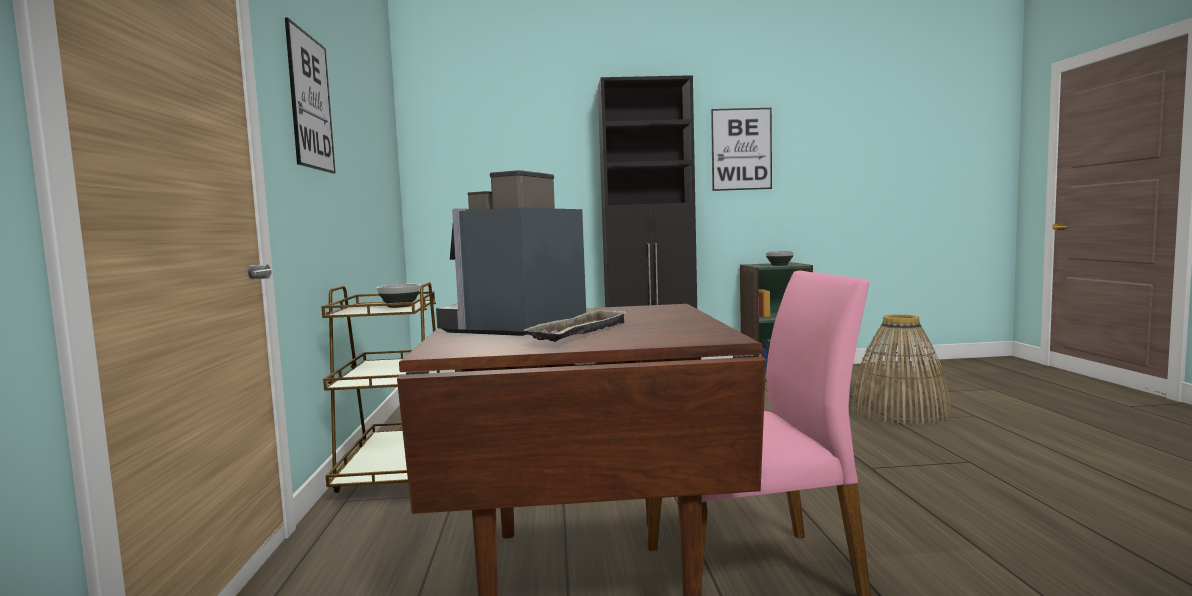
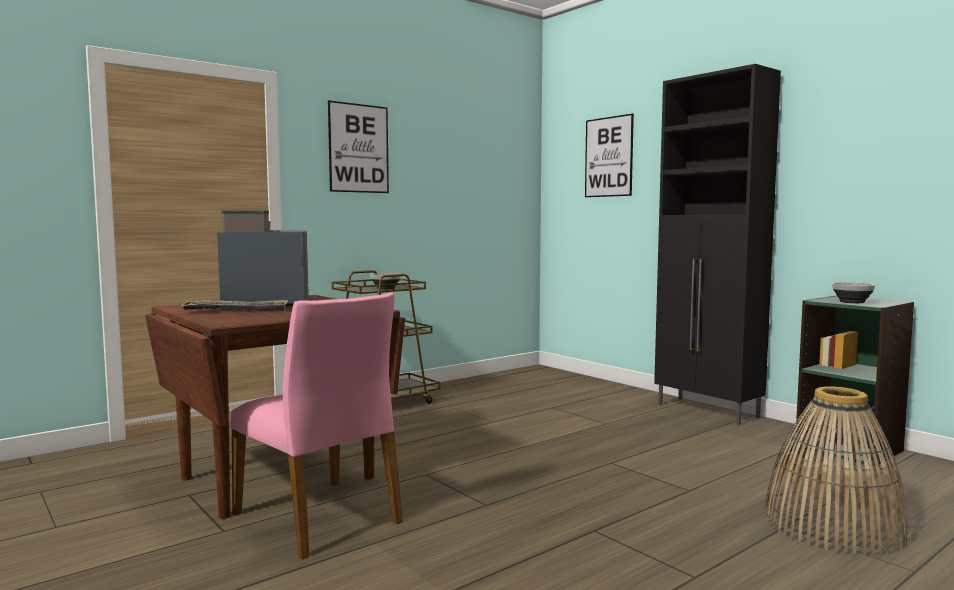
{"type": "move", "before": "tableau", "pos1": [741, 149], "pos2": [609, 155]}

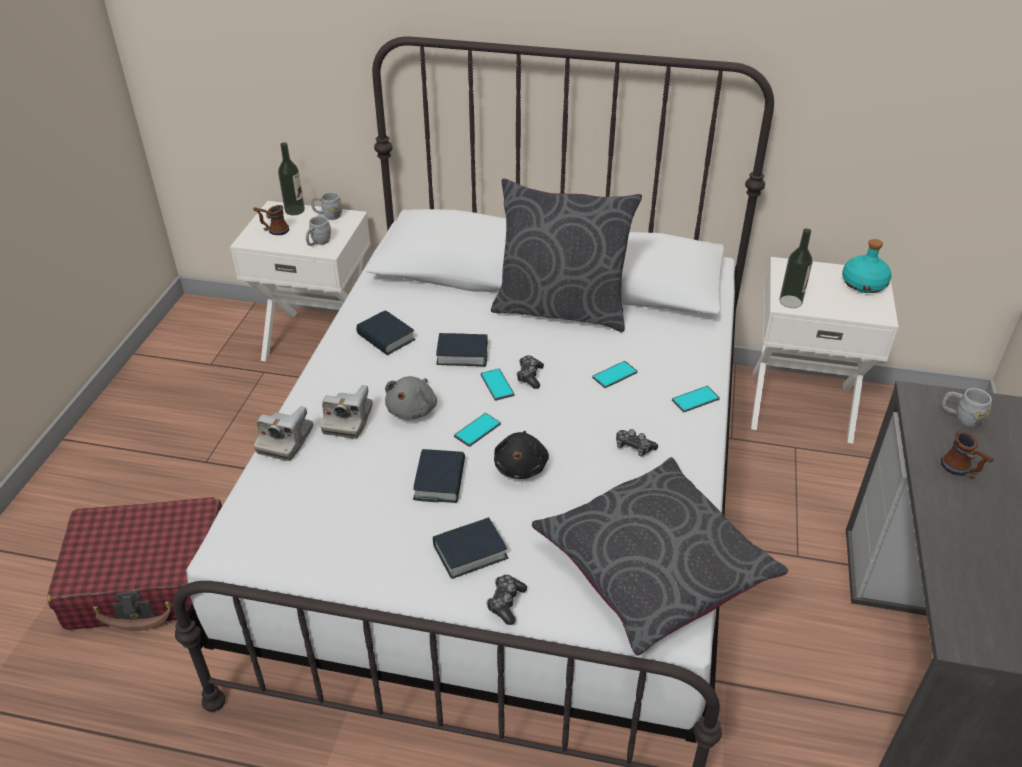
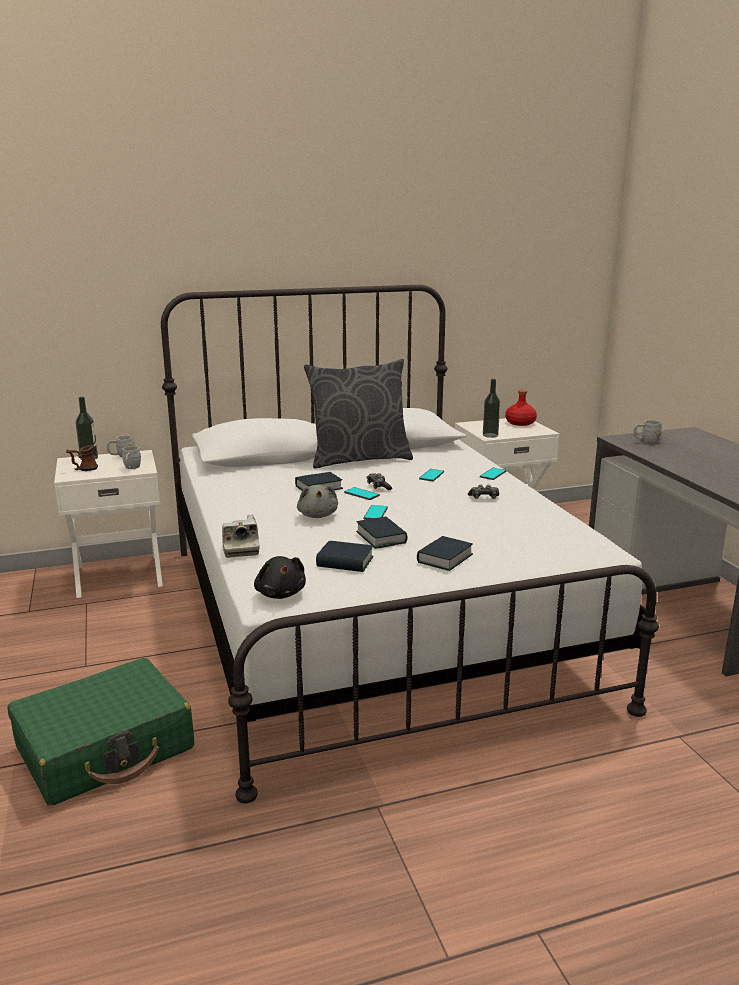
{"type": "recolor", "before": "valise/rouge", "after": "valise/vert", "pos1": [134, 564], "pos2": [100, 732]}
{"type": "delete", "before": "appareil photo", "pos1": [347, 412]}
{"type": "move", "before": "livre", "pos1": [385, 332], "pos2": [345, 556]}
{"type": "delete", "before": "manette", "pos1": [507, 600]}
{"type": "move", "before": "peluche/noir", "pos1": [521, 455], "pos2": [280, 577]}
{"type": "delete", "before": "coussin/gris", "pos1": [660, 556]}
{"type": "recolor", "before": "bouteille/turquoise", "after": "bouteille/rouge", "pos1": [866, 266], "pos2": [521, 408]}
{"type": "delete", "before": "mug", "pos1": [967, 455]}

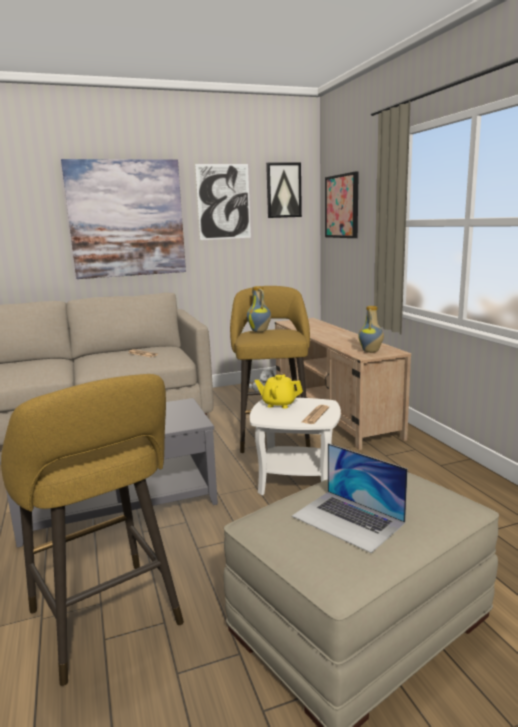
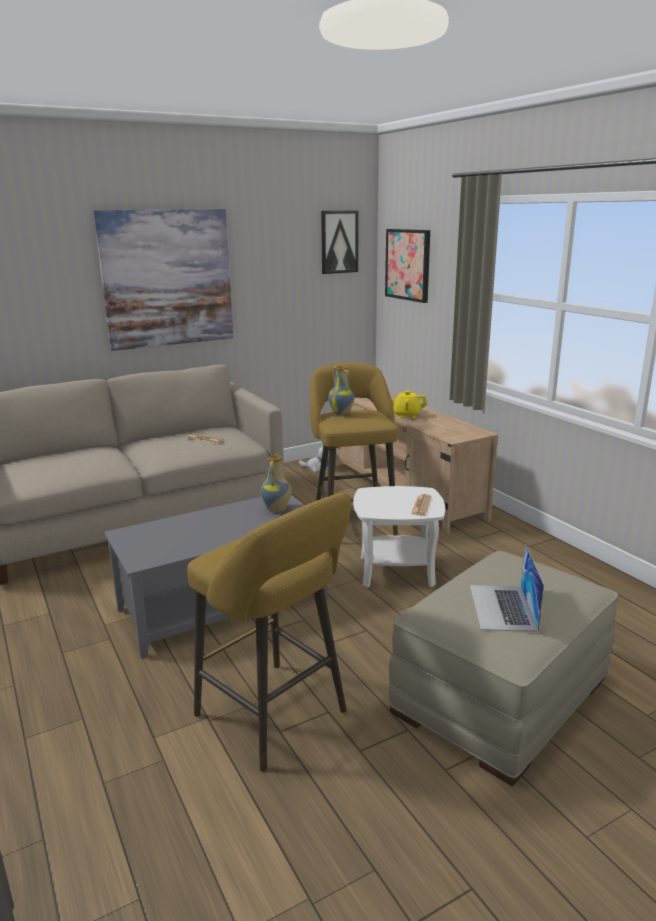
{"type": "delete", "before": "tableau", "pos1": [223, 202]}
{"type": "move", "before": "théière/jaune", "pos1": [279, 391], "pos2": [409, 405]}
{"type": "rotate", "before": "ordinateur portable", "pos1": [350, 498], "pos2": [507, 588], "turn": 60}
{"type": "move", "before": "vase", "pos1": [371, 329], "pos2": [276, 483]}

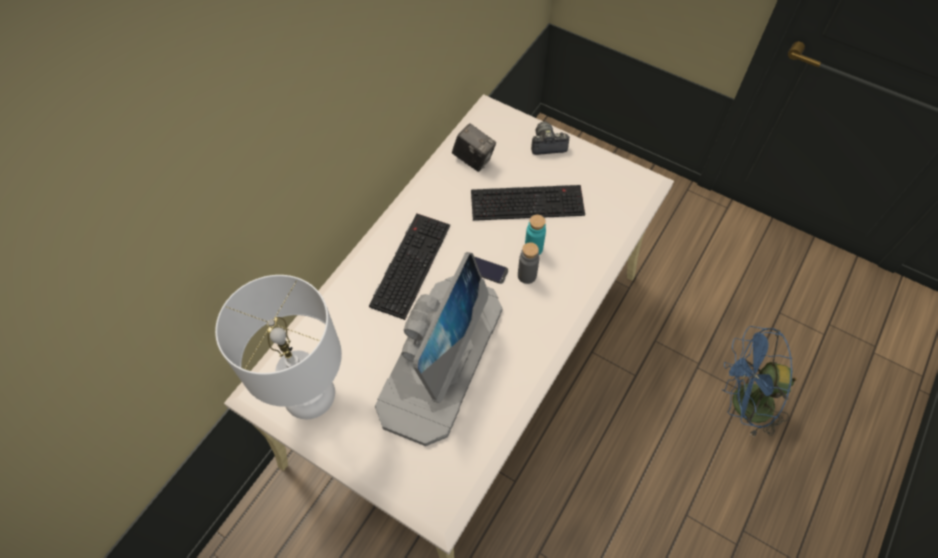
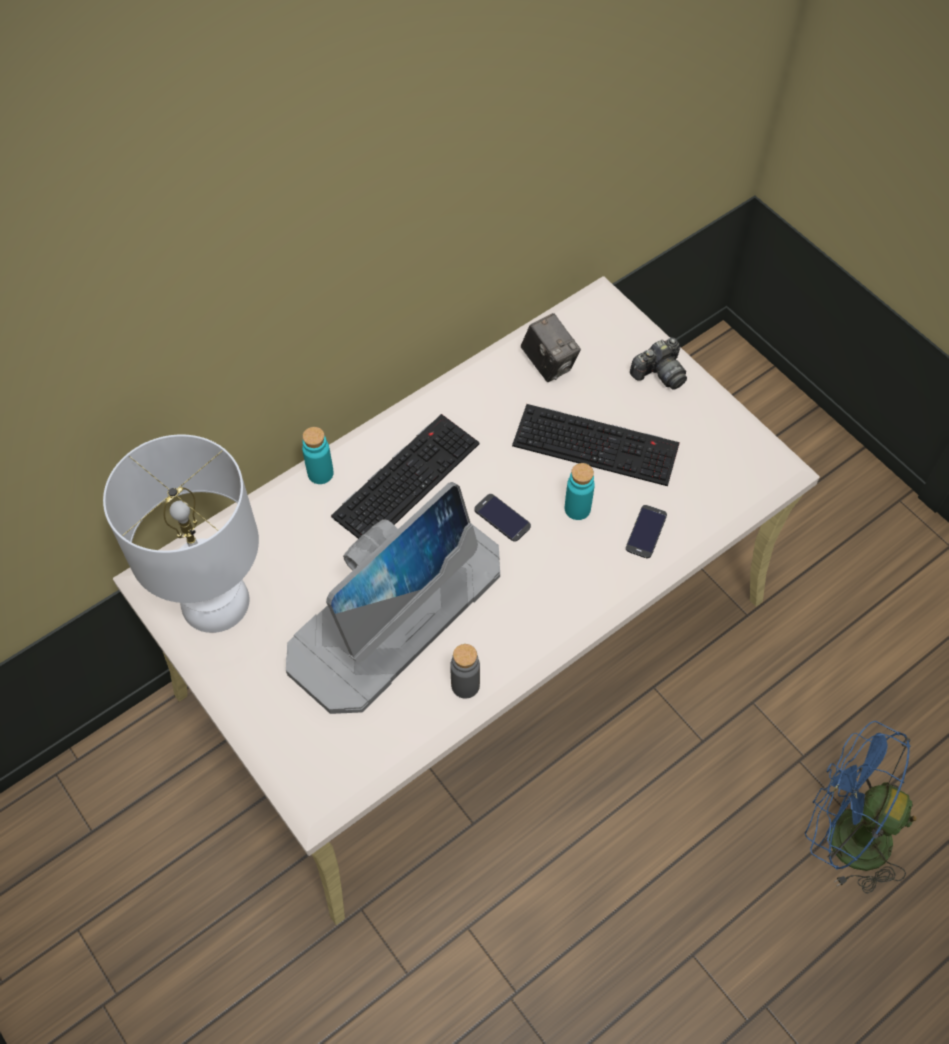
{"type": "move", "before": "bouteille/gris", "pos1": [528, 263], "pos2": [465, 671]}
{"type": "rotate", "before": "appareil photo", "pos1": [550, 138], "pos2": [658, 364], "turn": 135}
{"type": "insert", "after": "bouteille/turquoise", "pos2": [318, 455]}
{"type": "insert", "after": "téléphone", "pos2": [646, 531]}

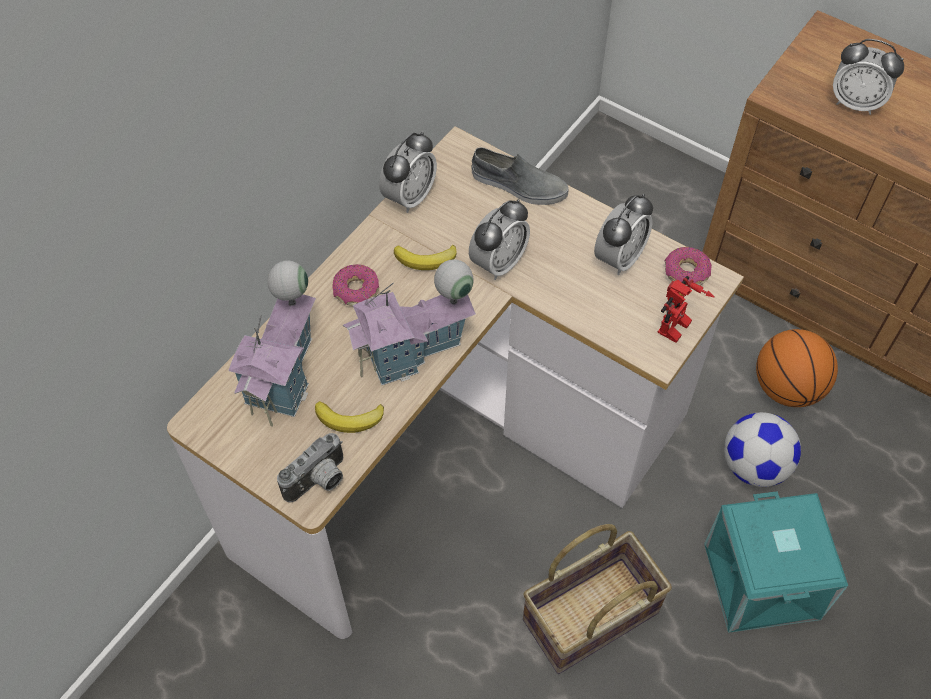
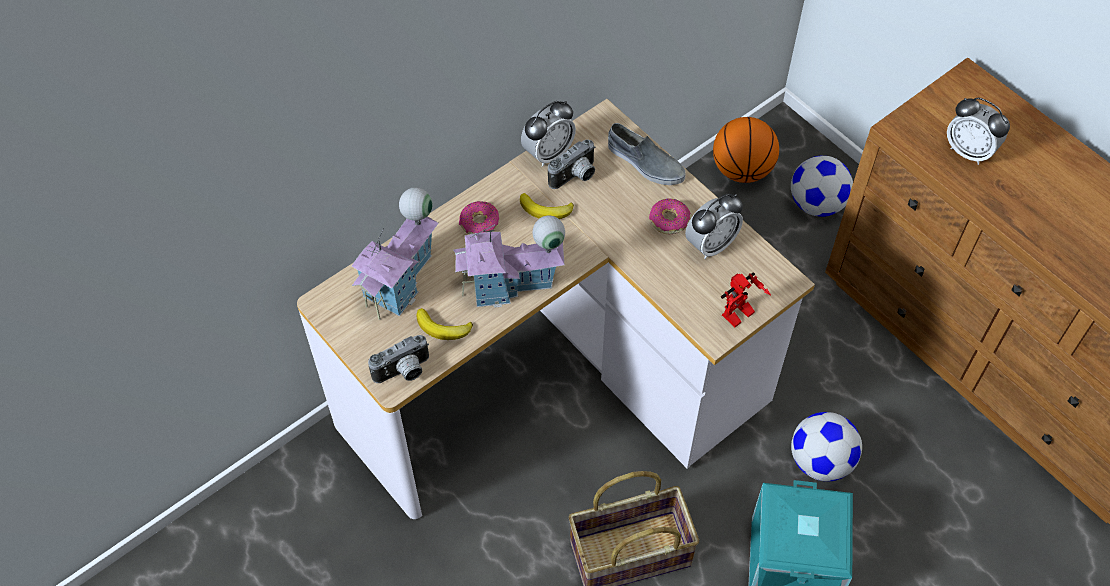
{"type": "delete", "before": "réveil", "pos1": [499, 239]}
{"type": "move", "before": "beignet", "pos1": [688, 266], "pos2": [669, 216]}
{"type": "move", "before": "ballon de basket", "pos1": [797, 368], "pos2": [746, 150]}
{"type": "insert", "after": "appareil photo", "pos2": [571, 164]}
{"type": "insert", "after": "ballon de foot", "pos2": [822, 186]}

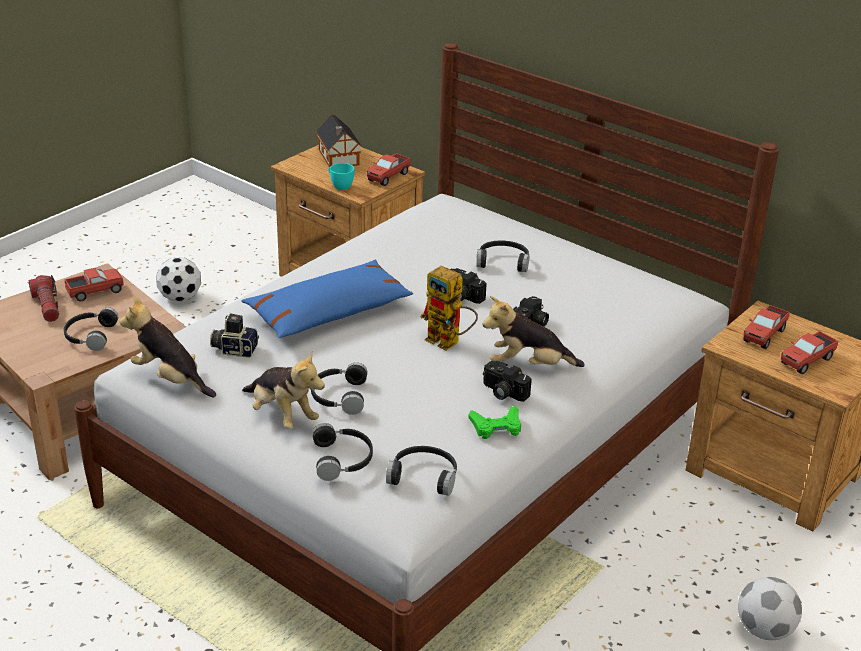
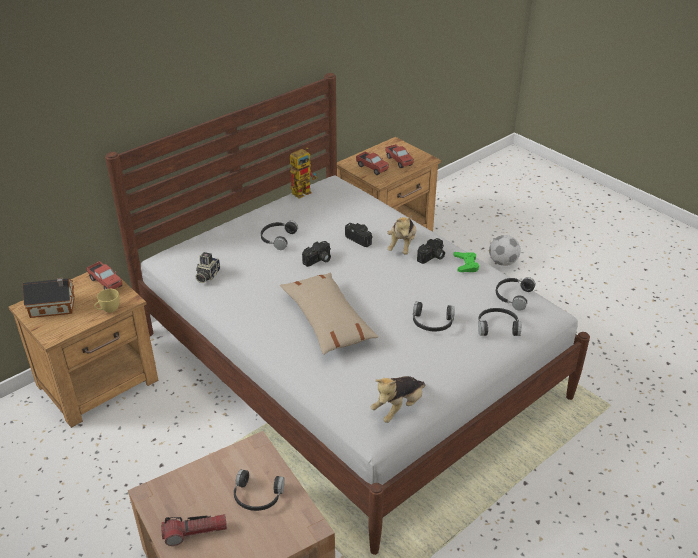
{"type": "delete", "before": "camion jouet", "pos1": [93, 284]}
{"type": "delete", "before": "ballon de foot", "pos1": [178, 279]}
{"type": "move", "before": "appareil photo", "pos1": [234, 335], "pos2": [208, 267]}
{"type": "recolor", "before": "coussin/bleu", "after": "coussin/beige", "pos1": [327, 299], "pos2": [329, 313]}
{"type": "delete", "before": "peluche", "pos1": [283, 390]}
{"type": "recolor", "before": "tasse/turquoise", "after": "tasse/jaune", "pos1": [342, 176], "pos2": [107, 301]}
{"type": "move", "before": "robot jouet", "pos1": [449, 308], "pos2": [303, 173]}

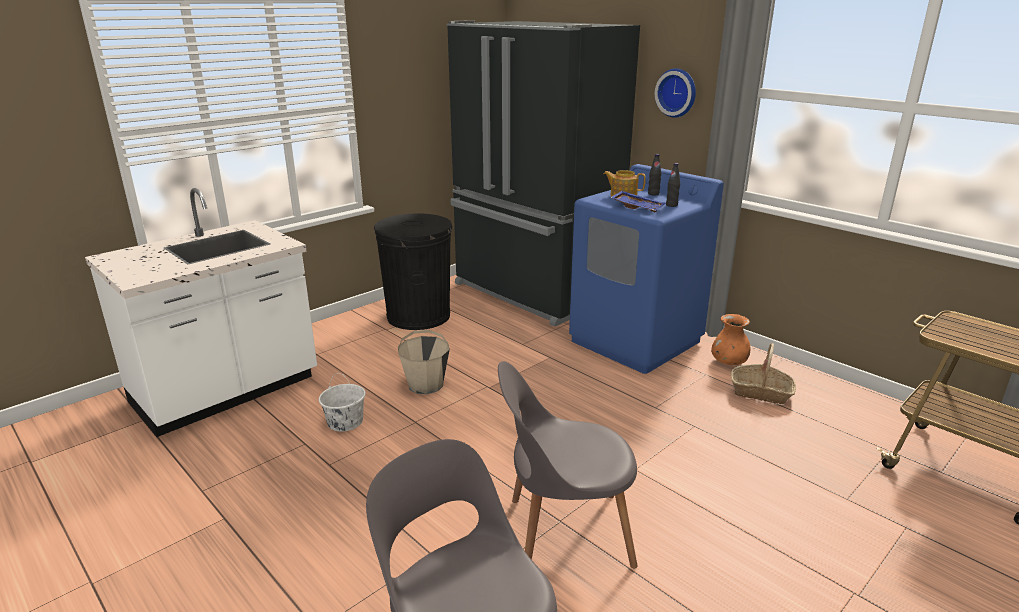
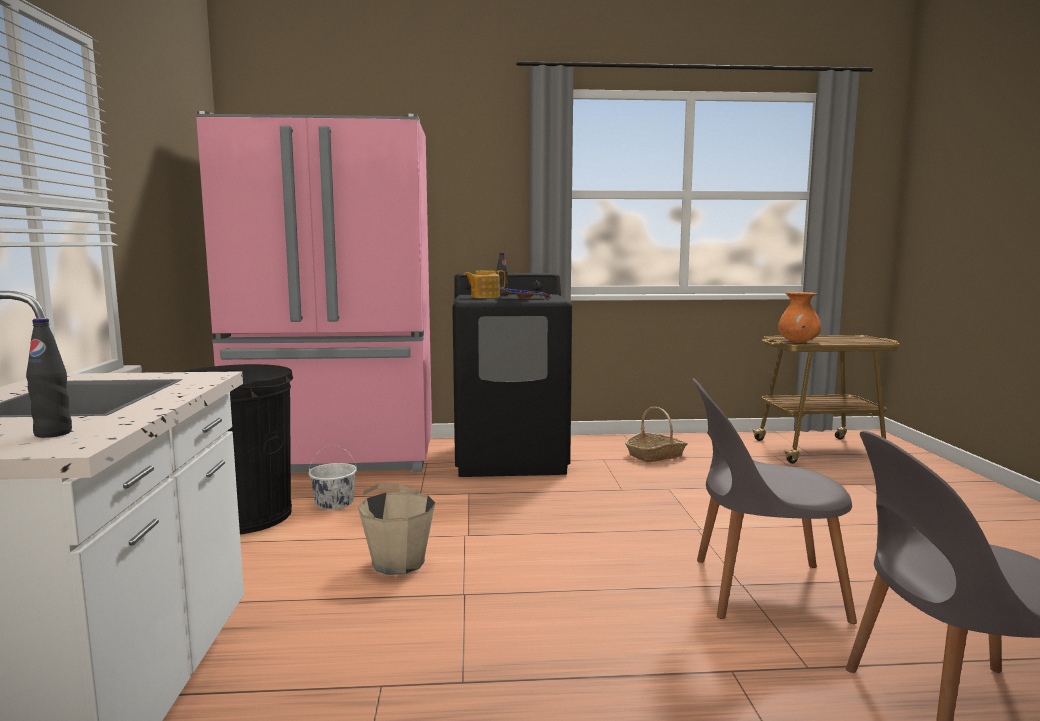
{"type": "move", "before": "seau/blanc", "pos1": [342, 402], "pos2": [332, 477]}
{"type": "recolor", "before": "réfrigérateur/noir", "after": "réfrigérateur/rose", "pos1": [543, 173], "pos2": [314, 291]}
{"type": "rotate", "before": "chaise/gris", "pos1": [568, 464], "pos2": [775, 501], "turn": 60}
{"type": "recolor", "before": "lave-linge/bleu", "after": "lave-linge/noir", "pos1": [646, 269], "pos2": [512, 375]}
{"type": "delete", "before": "horloge murale", "pos1": [675, 93]}
{"type": "move", "before": "bouteille/noir", "pos1": [673, 185], "pos2": [49, 378]}
{"type": "move", "before": "vase/orange", "pos1": [730, 339], "pos2": [799, 317]}

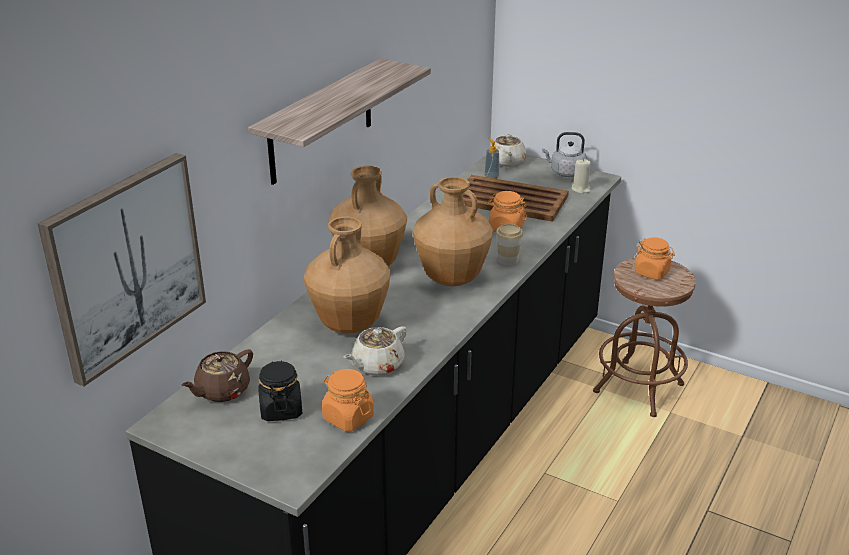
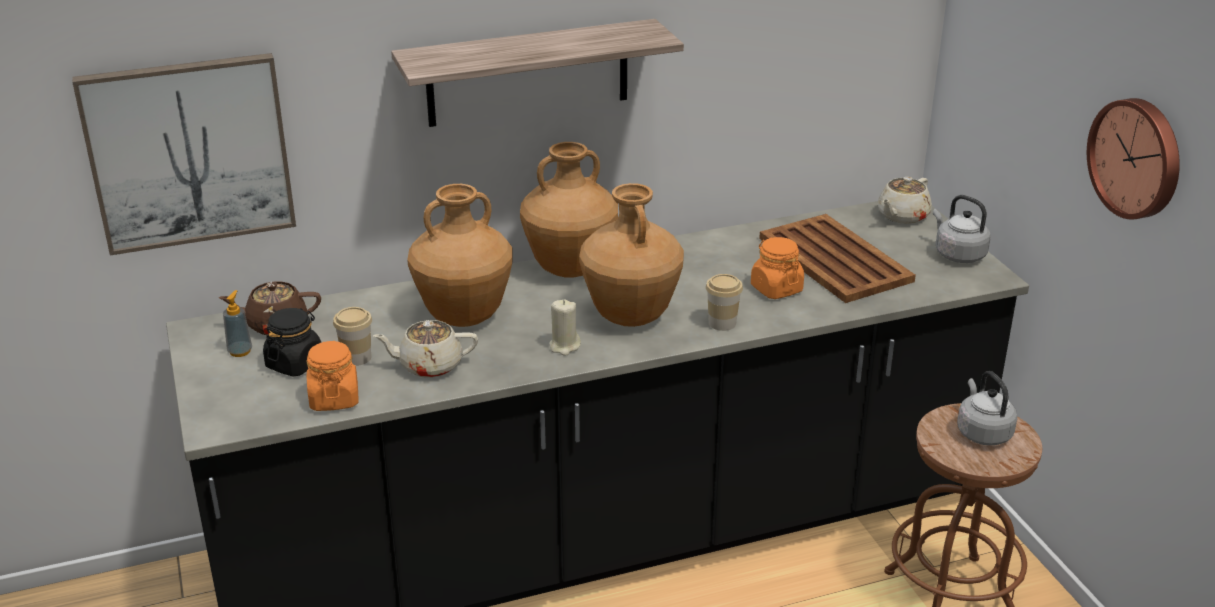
{"type": "move", "before": "distributeur de savon", "pos1": [491, 158], "pos2": [237, 323]}
{"type": "move", "before": "bougie/beige", "pos1": [581, 176], "pos2": [565, 327]}
{"type": "replace", "before": "bocal/orange", "after": "bouilloire/gris", "pos1": [655, 258], "pos2": [987, 408]}
{"type": "insert", "after": "tasse", "pos2": [352, 336]}
{"type": "insert", "after": "horloge murale", "pos2": [1133, 159]}

